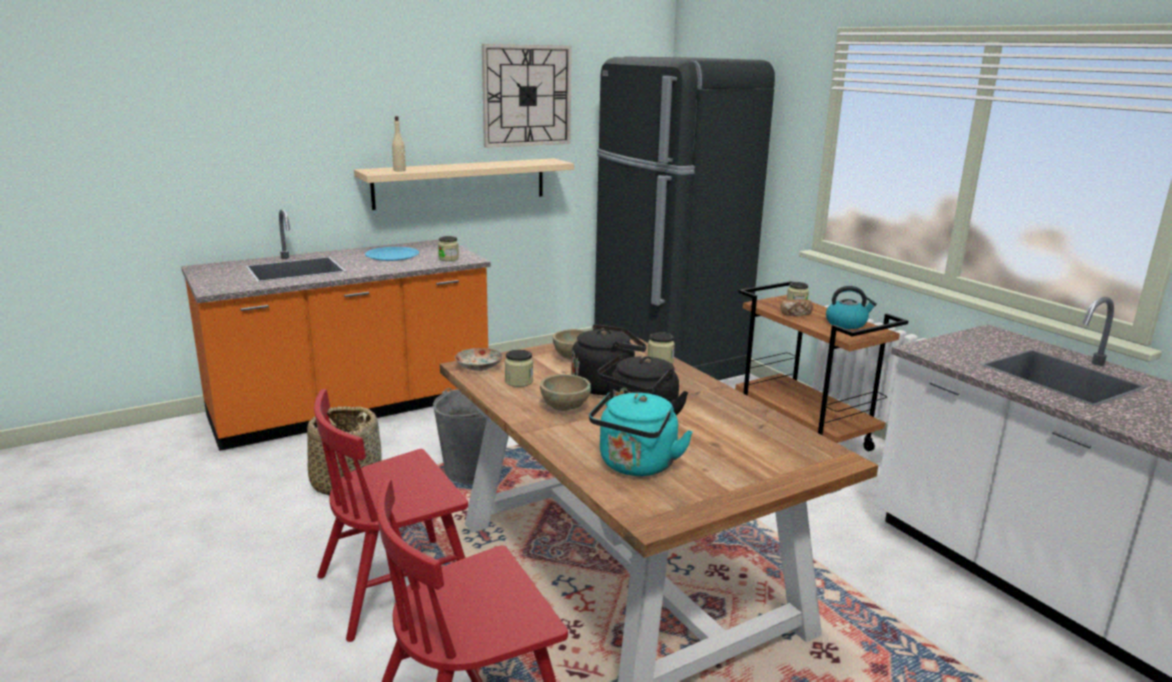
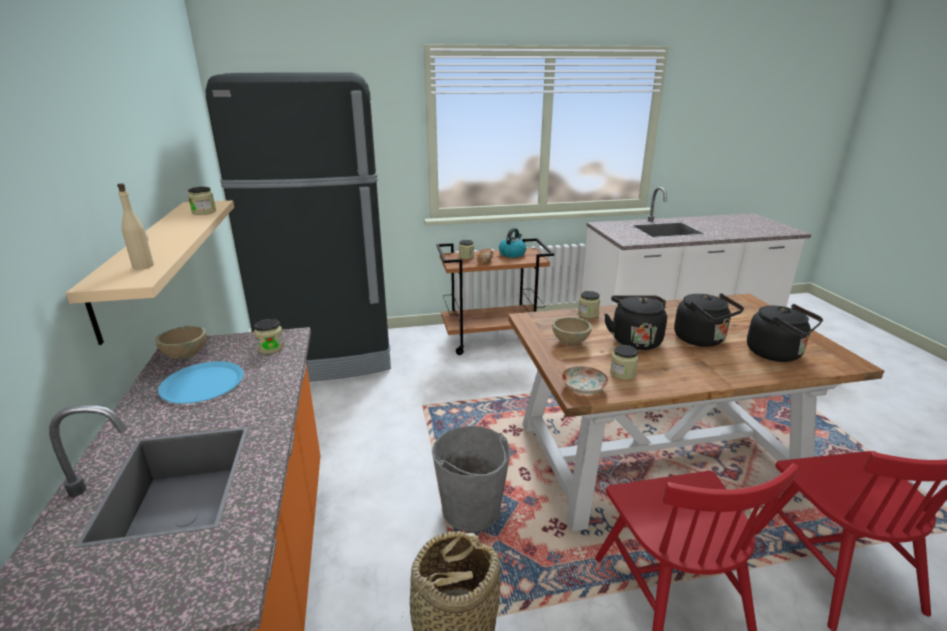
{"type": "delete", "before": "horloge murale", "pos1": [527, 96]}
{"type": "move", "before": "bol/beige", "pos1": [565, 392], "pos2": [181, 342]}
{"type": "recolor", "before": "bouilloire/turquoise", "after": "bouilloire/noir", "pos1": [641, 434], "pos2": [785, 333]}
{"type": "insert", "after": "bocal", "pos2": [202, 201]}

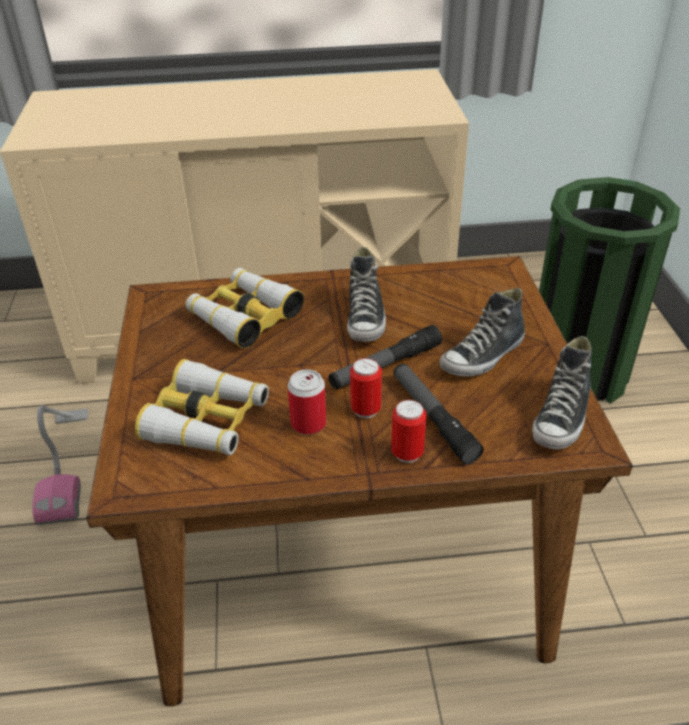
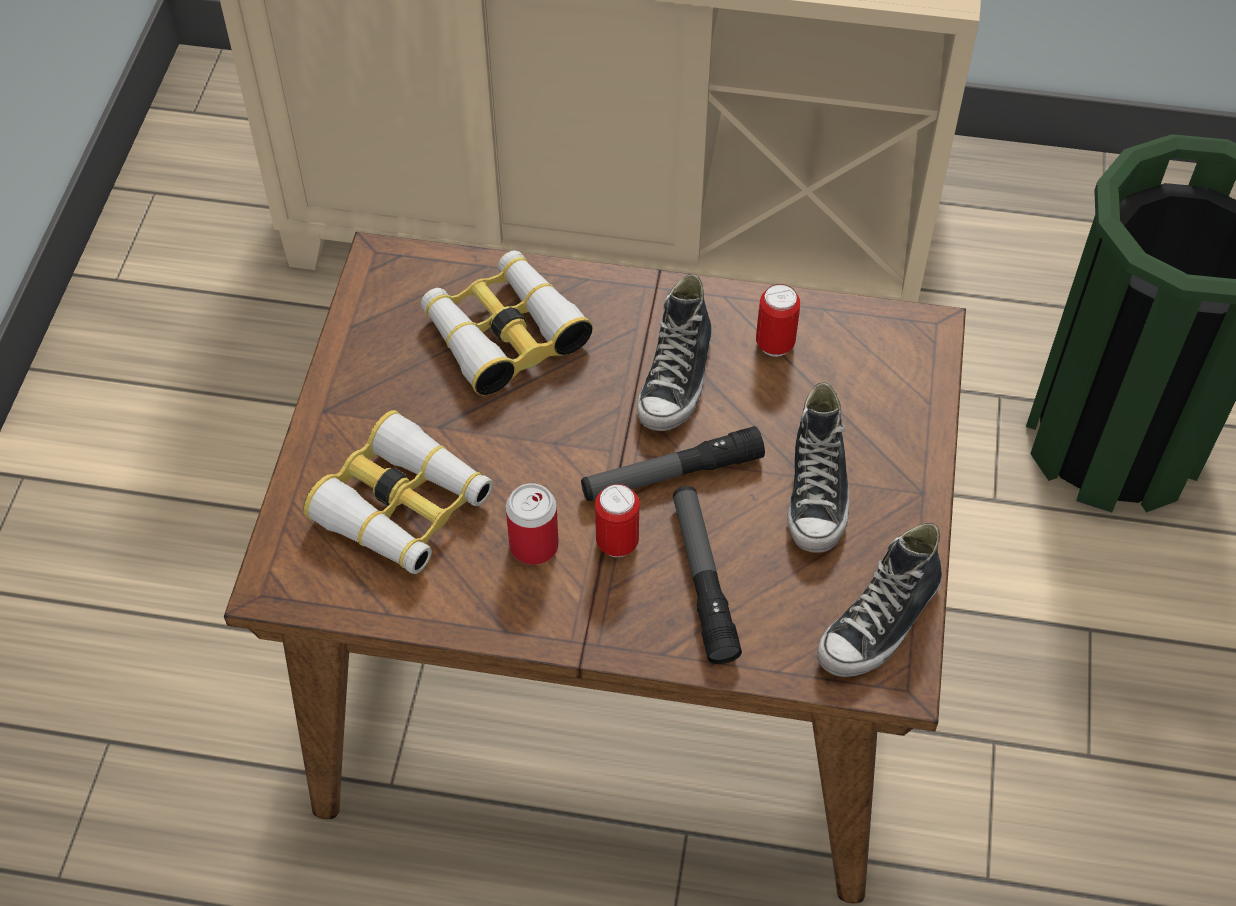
{"type": "delete", "before": "aspirateur", "pos1": [60, 465]}
{"type": "move", "before": "boîte métallique", "pos1": [408, 431], "pos2": [778, 320]}
{"type": "rotate", "before": "chaussure", "pos1": [482, 332], "pos2": [818, 467], "turn": -60}

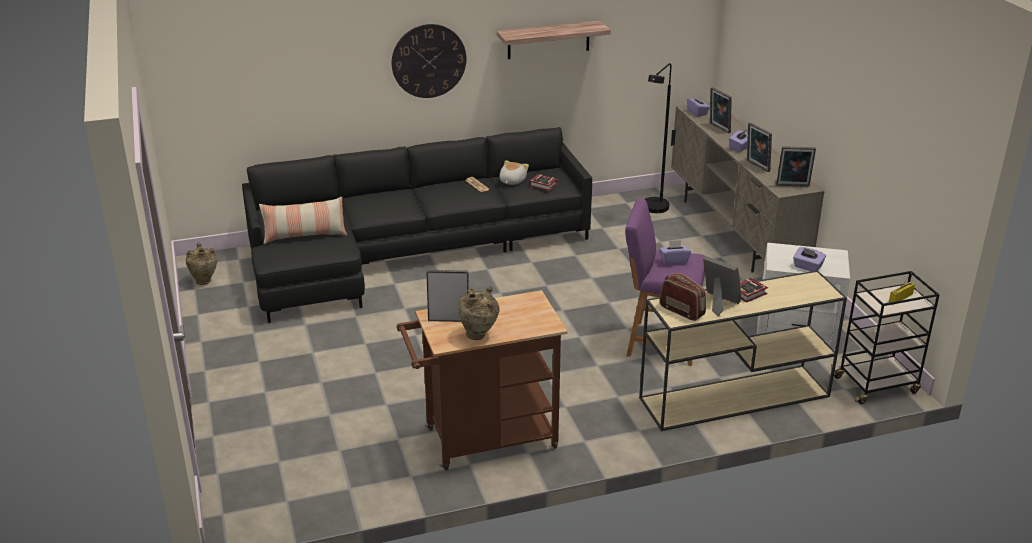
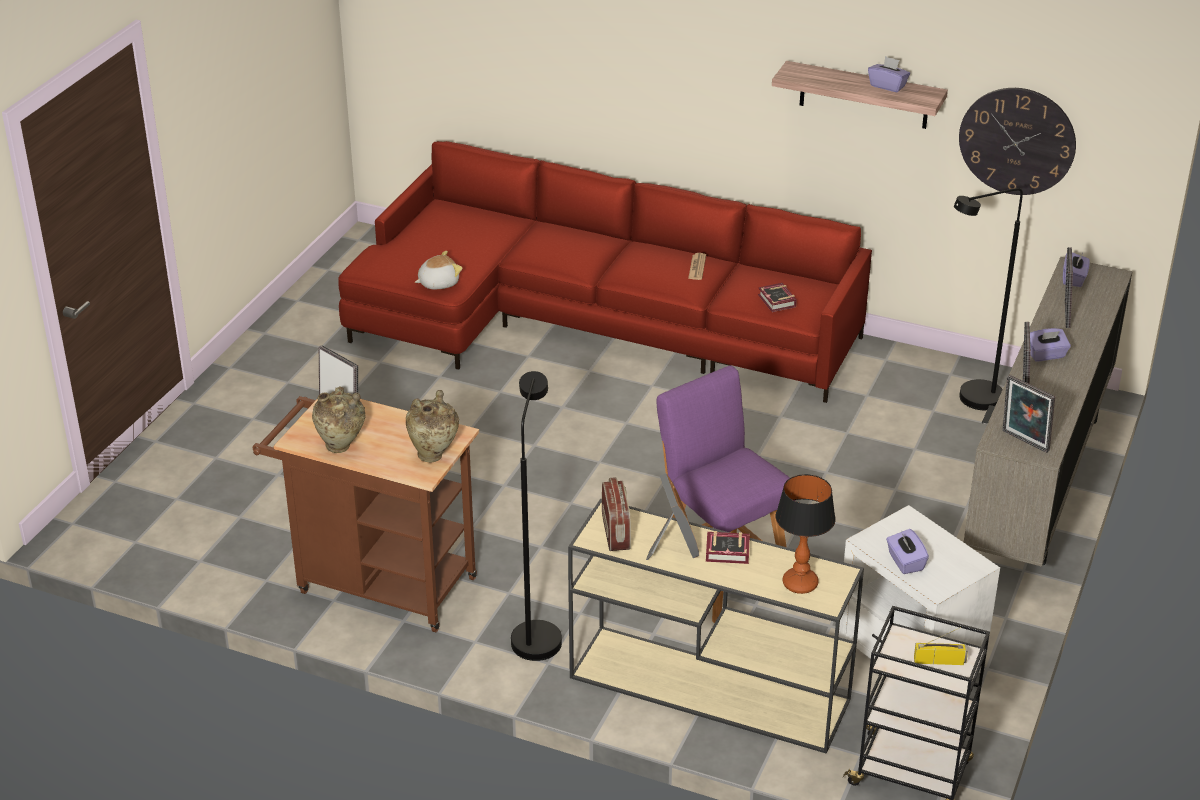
{"type": "move", "before": "vase/beige", "pos1": [201, 263], "pos2": [432, 426]}
{"type": "recolor", "before": "canapé/noir", "after": "canapé/rouge", "pos1": [417, 225], "pos2": [605, 272]}
{"type": "delete", "before": "coussin", "pos1": [303, 220]}
{"type": "move", "before": "horloge murale", "pos1": [429, 61], "pos2": [1017, 141]}
{"type": "move", "before": "peluche", "pos1": [514, 172], "pos2": [438, 270]}
{"type": "move", "before": "boîte à mouchoirs/violet", "pos1": [675, 252], "pos2": [889, 74]}
{"type": "insert", "after": "lampadaire/noir", "pos2": [536, 516]}
{"type": "insert", "after": "lampe de table", "pos2": [806, 534]}

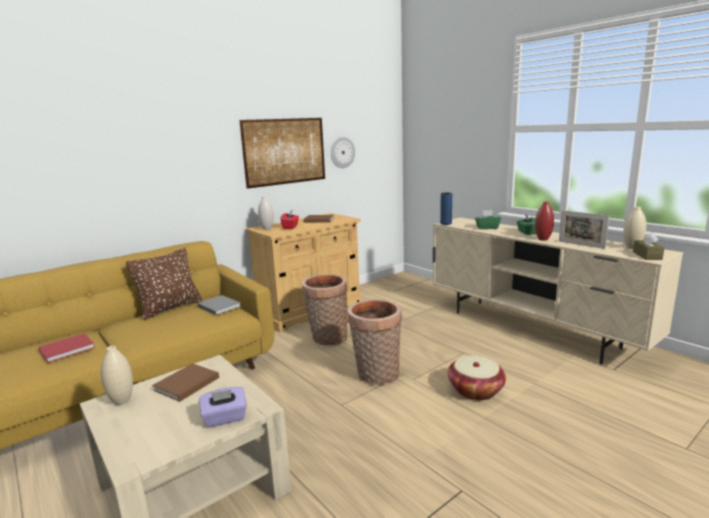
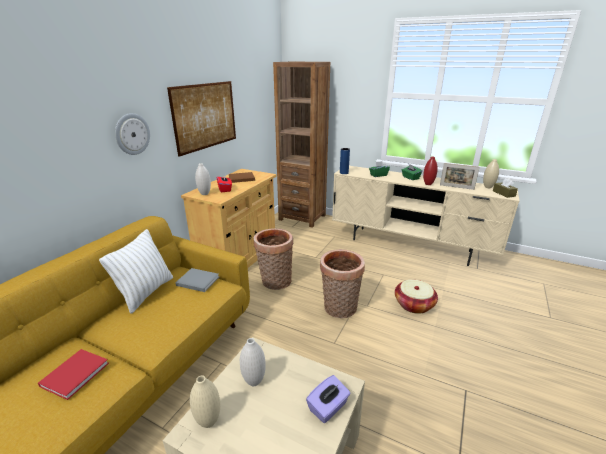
{"type": "recolor", "before": "coussin/marron", "after": "coussin/blanc", "pos1": [164, 284], "pos2": [136, 271]}
{"type": "replace", "before": "livre/marron", "after": "vase/blanc", "pos1": [185, 382], "pos2": [253, 362]}
{"type": "move", "before": "horloge murale", "pos1": [343, 152], "pos2": [132, 134]}
{"type": "insert", "after": "bibliothèque/marron", "pos2": [301, 145]}

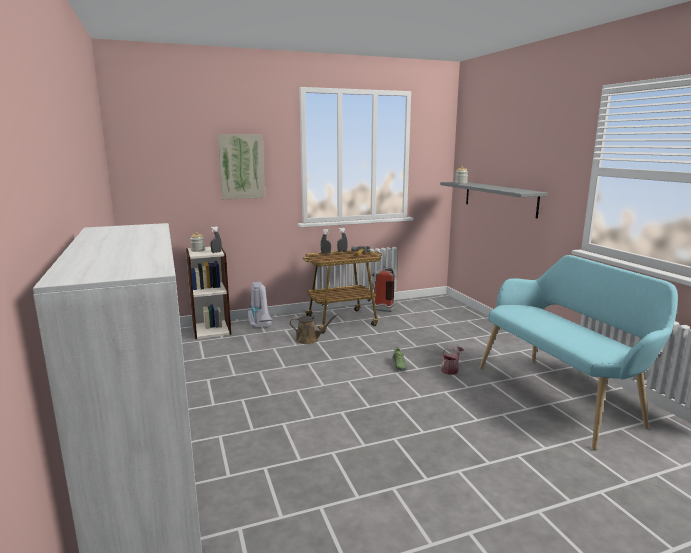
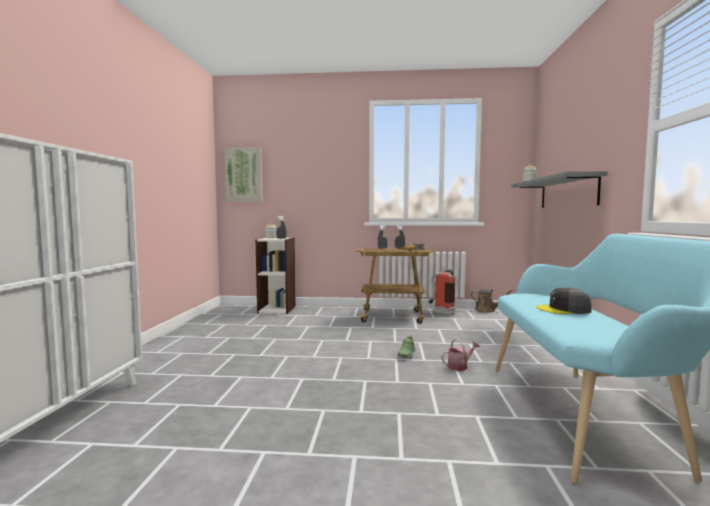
{"type": "move", "before": "tableau", "pos1": [241, 166], "pos2": [243, 174]}
{"type": "delete", "before": "aspirateur", "pos1": [260, 305]}
{"type": "move", "before": "arrosoir/marron", "pos1": [314, 329], "pos2": [492, 301]}
{"type": "insert", "after": "casquette/gris", "pos2": [564, 300]}

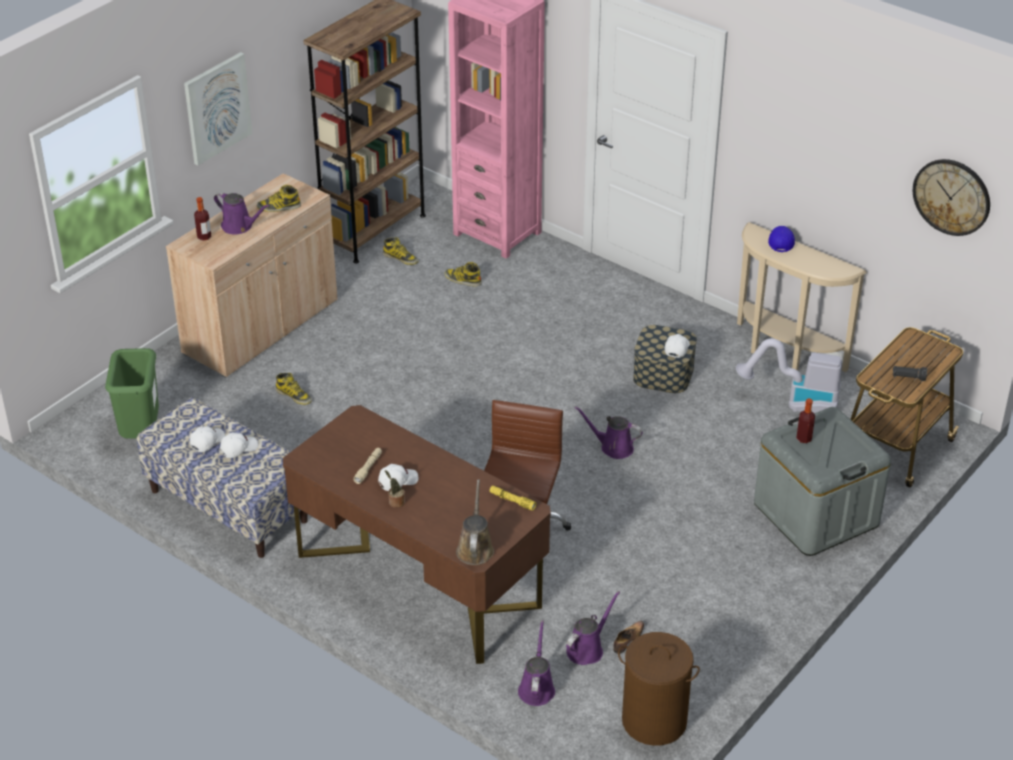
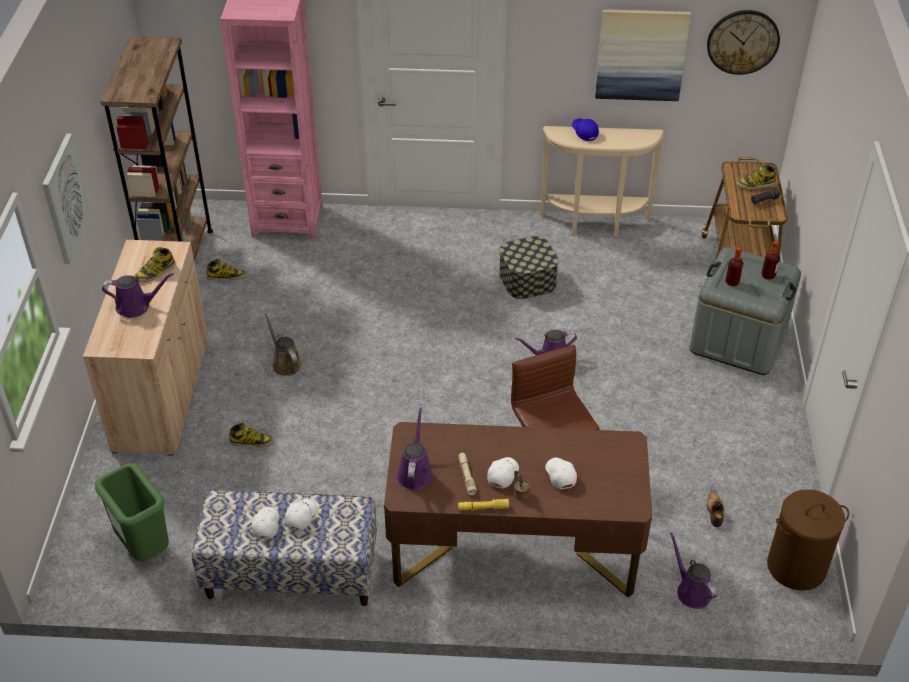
{"type": "move", "before": "bouteille", "pos1": [202, 219], "pos2": [770, 260]}
{"type": "move", "before": "botte", "pos1": [463, 274], "pos2": [756, 176]}
{"type": "move", "before": "arrosoir/marron", "pos1": [475, 522], "pos2": [283, 344]}
{"type": "move", "before": "lampe de poche/jaune", "pos1": [513, 498], "pos2": [483, 505]}
{"type": "move", "before": "arrosoir/violet", "pos1": [593, 628], "pos2": [414, 448]}
{"type": "move", "before": "casquette/blanc", "pos1": [677, 346], "pos2": [561, 473]}
{"type": "delete", "before": "aspirateur", "pos1": [789, 375]}
{"type": "insert", "after": "tableau", "pos2": [643, 55]}

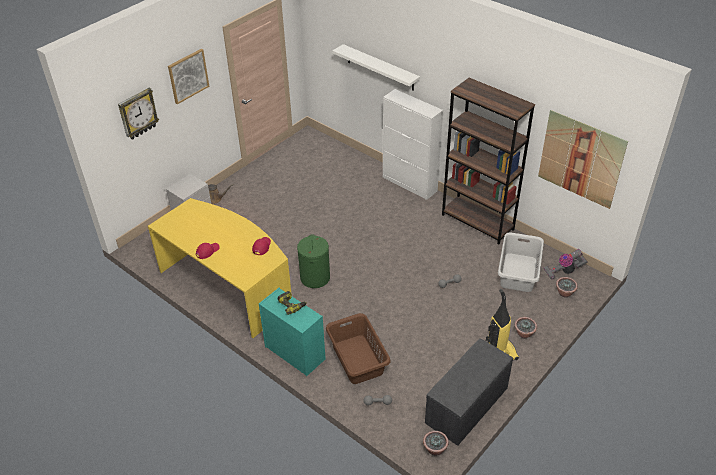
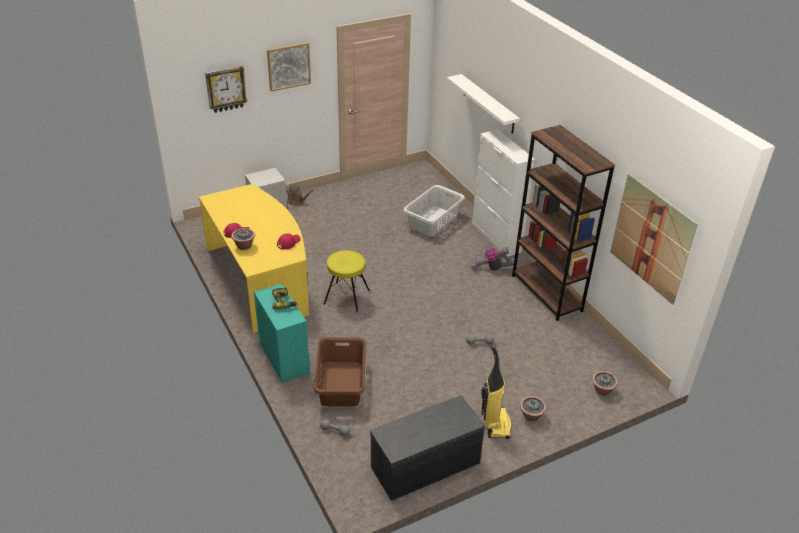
{"type": "replace", "before": "panier à linge/vert", "after": "tabouret/jaune", "pos1": [313, 261], "pos2": [347, 281]}
{"type": "move", "before": "plante en pot", "pos1": [436, 443], "pos2": [243, 239]}
{"type": "move", "before": "panier à linge/gris", "pos1": [521, 262], "pos2": [434, 210]}
{"type": "move", "before": "aspirateur", "pos1": [566, 264], "pos2": [492, 259]}

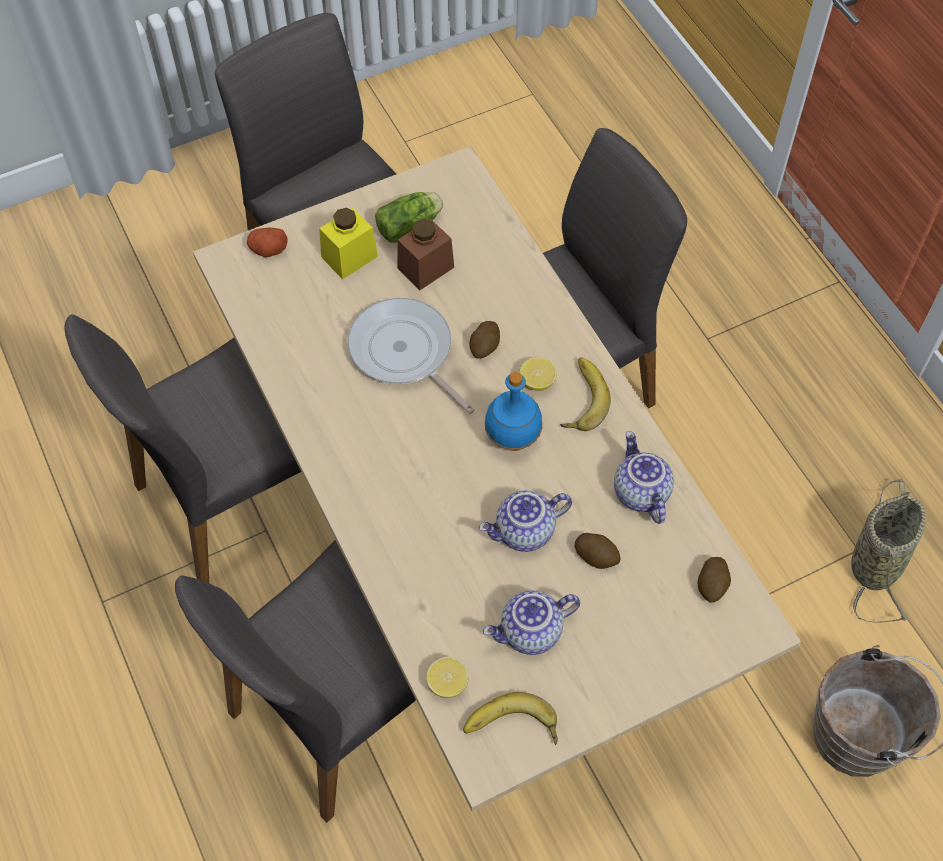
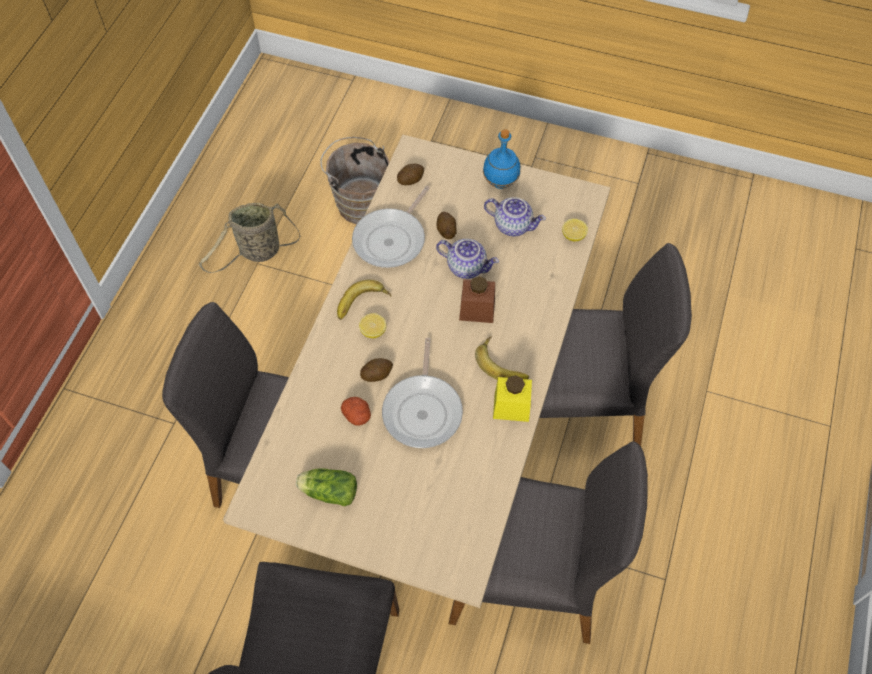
{"type": "move", "before": "pomme de terre", "pos1": [267, 242], "pos2": [356, 411]}
{"type": "move", "before": "bocal/jaune", "pos1": [348, 243], "pos2": [512, 398]}
{"type": "move", "before": "bocal/marron", "pos1": [426, 254], "pos2": [477, 299]}
{"type": "move", "before": "banane", "pos1": [510, 718], "pos2": [502, 358]}
{"type": "move", "before": "bouteille/bleu", "pos1": [513, 411], "pos2": [501, 159]}
{"type": "replace", "before": "théière", "after": "poêle", "pos1": [644, 477], "pos2": [391, 227]}

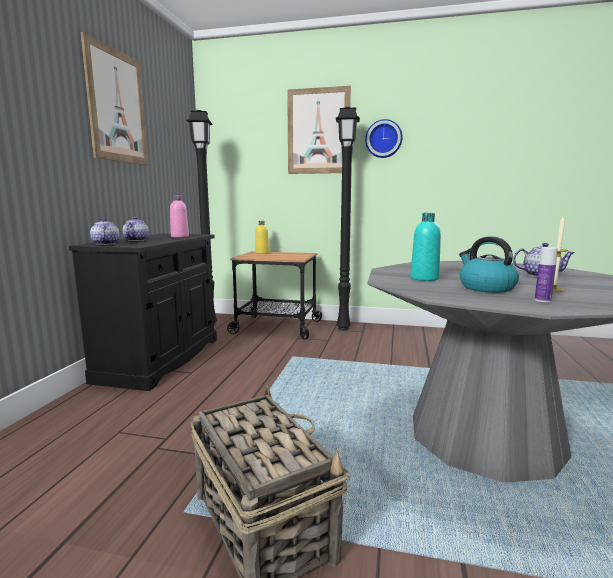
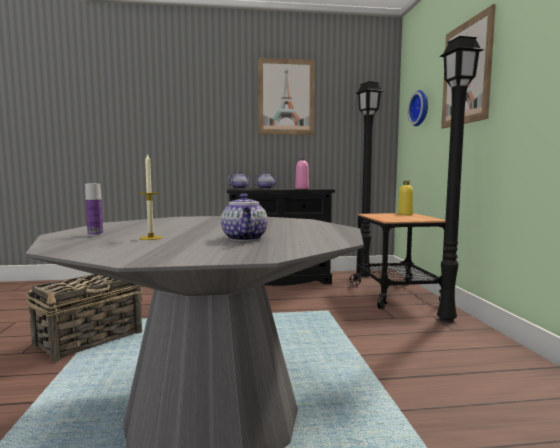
{"type": "move", "before": "horloge murale", "pos1": [384, 138], "pos2": [418, 108]}
{"type": "delete", "before": "bouteille/turquoise", "pos1": [425, 247]}
{"type": "delete", "before": "bouilloire", "pos1": [489, 265]}

